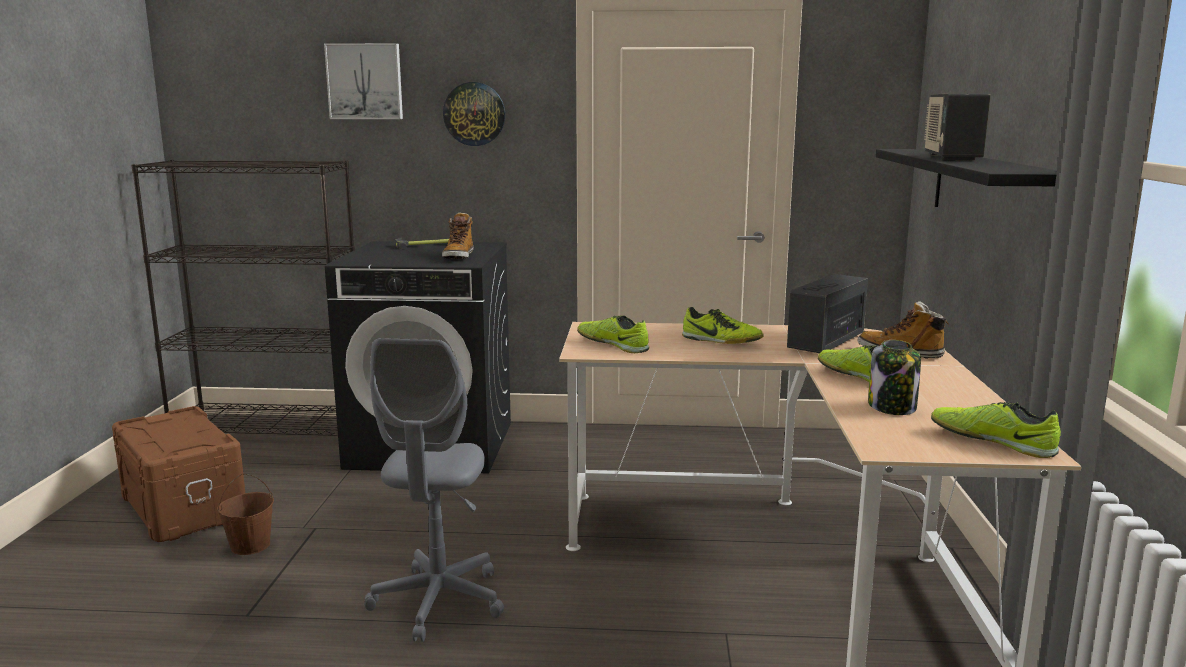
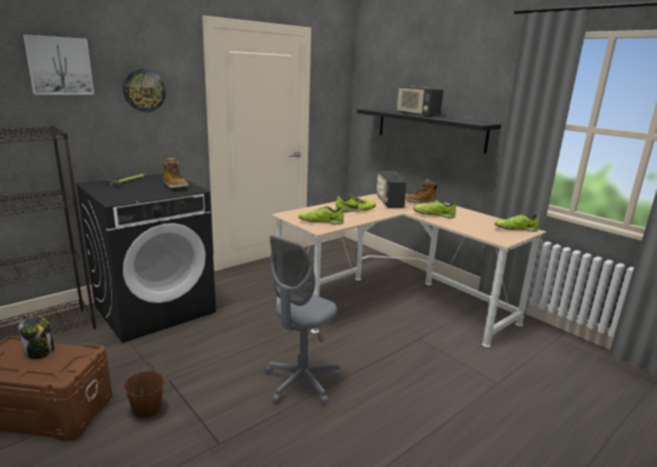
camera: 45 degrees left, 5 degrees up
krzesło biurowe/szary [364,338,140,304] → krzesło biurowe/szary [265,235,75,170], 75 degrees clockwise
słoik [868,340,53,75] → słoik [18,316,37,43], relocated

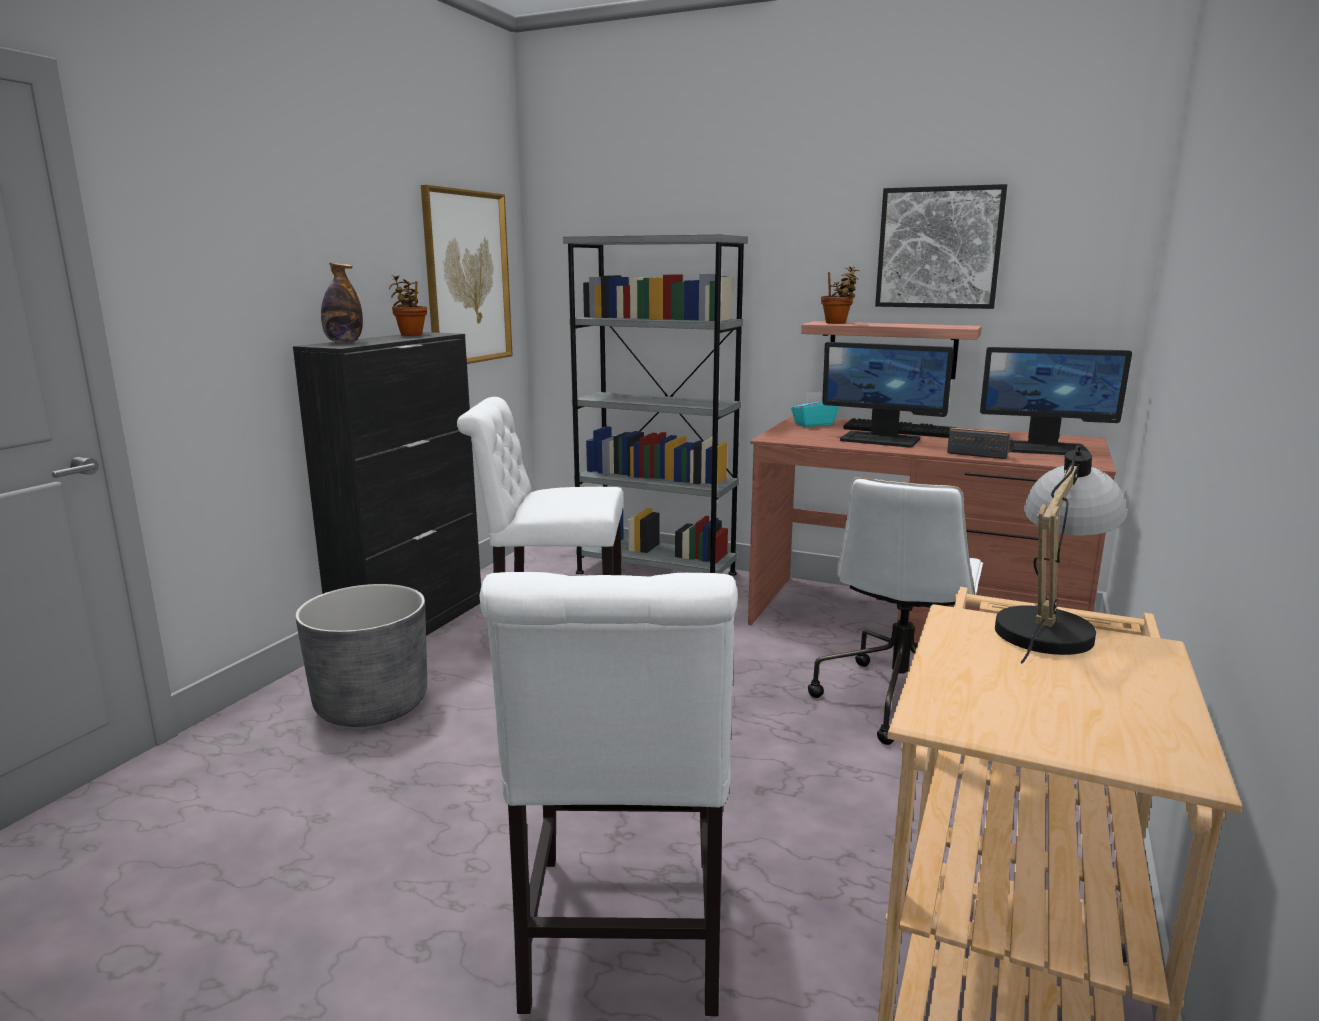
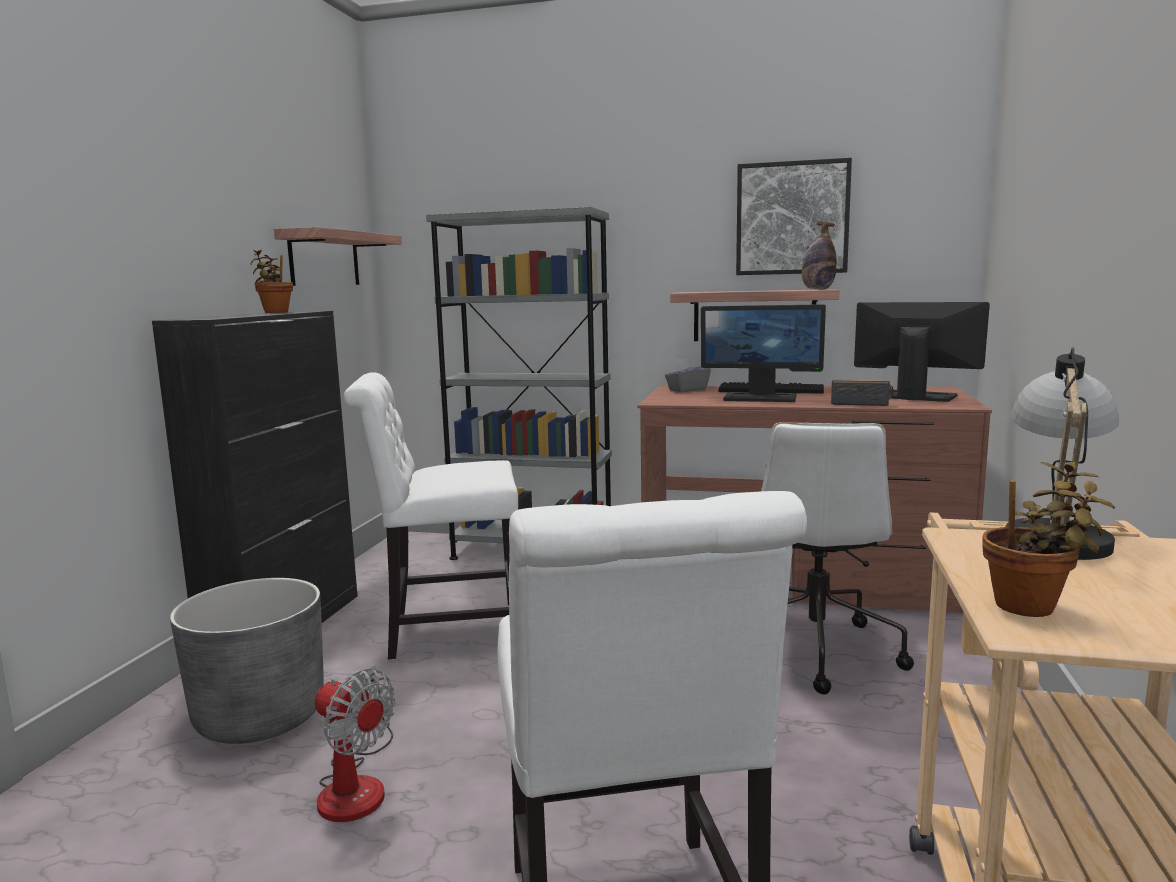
camera: 10 degrees left, 5 degrees down
obraz [421,185,92,179] → półka [274,227,128,59]
butelka [321,263,42,80] → butelka [802,222,35,67], relocated
roślina doniczkowa [821,267,38,57] → roślina doniczkowa [983,462,132,155], relocated
monitor [980,347,152,108] → monitor [854,302,136,100], 150 degrees counterclockwise
pudełko chusteczek/turkusowy [791,392,48,35] → pudełko chusteczek/szary [665,358,46,34]
- → wentylator [315,665,80,157]

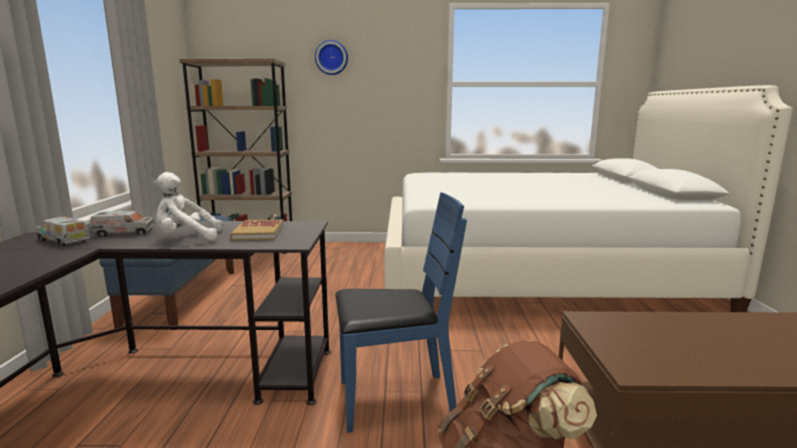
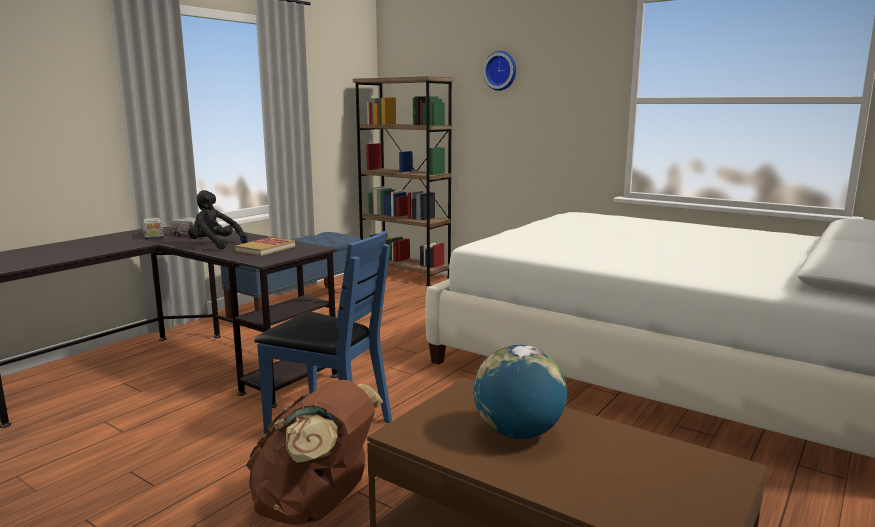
camera: 35 degrees right, 0 degrees up
pluszak/biały [153,172,70,69] → pluszak/czarny [188,190,60,59]
- → globus [474,345,93,94]

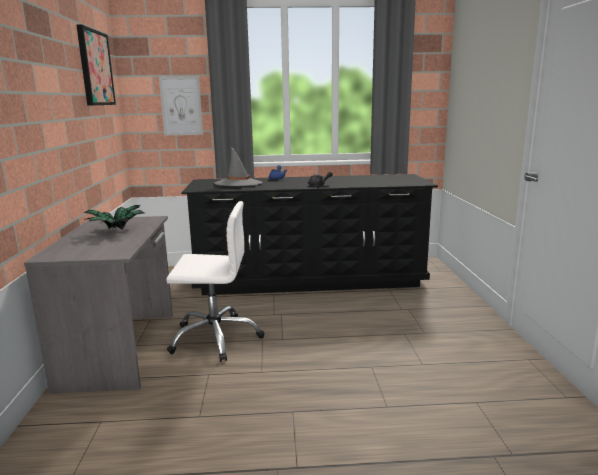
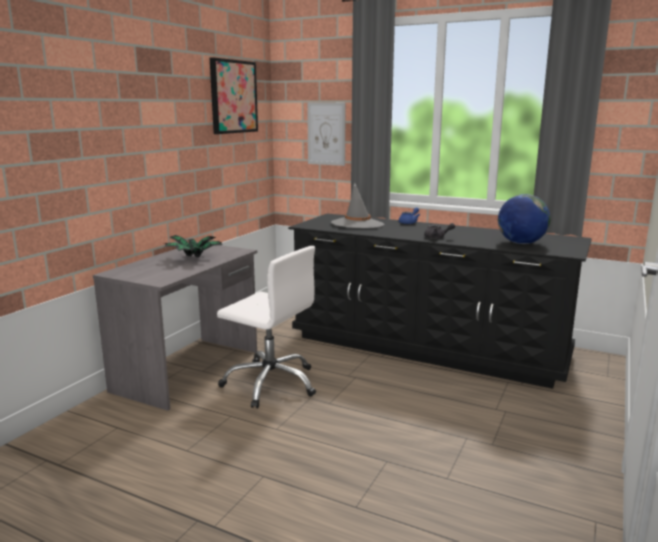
camera: 30 degrees right, 0 degrees up
- → globus [498,194,52,50]

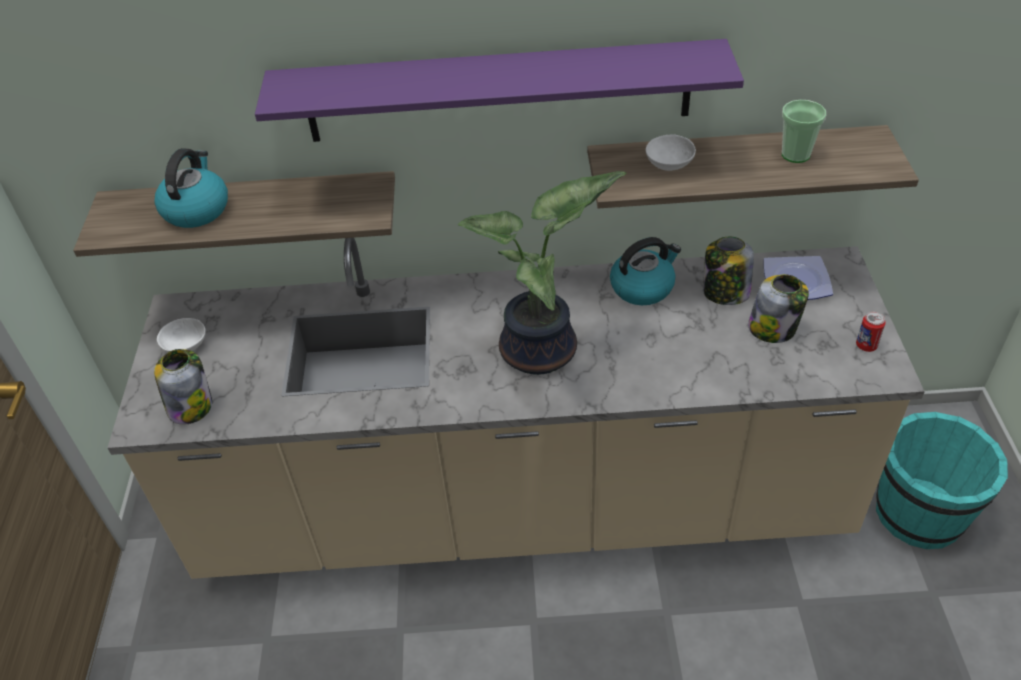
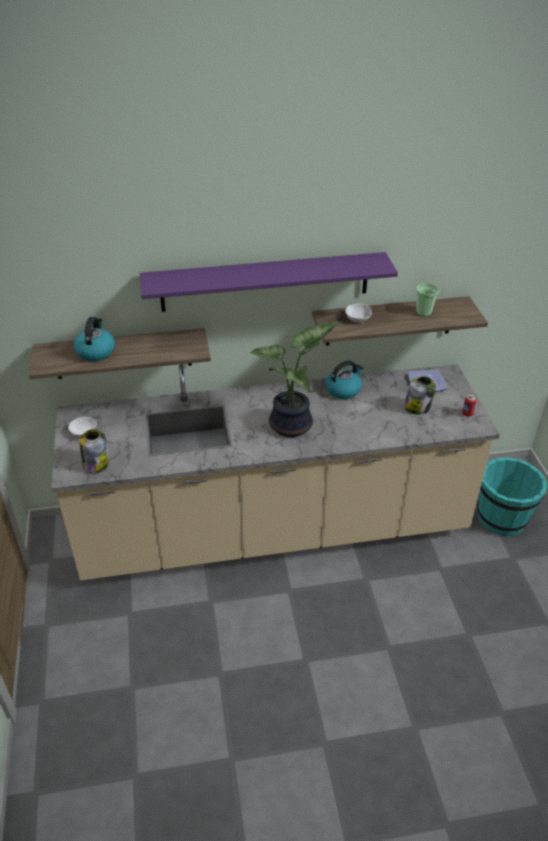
camera: 10 degrees left, 5 degrees down
słoik [703,237,51,68] → -

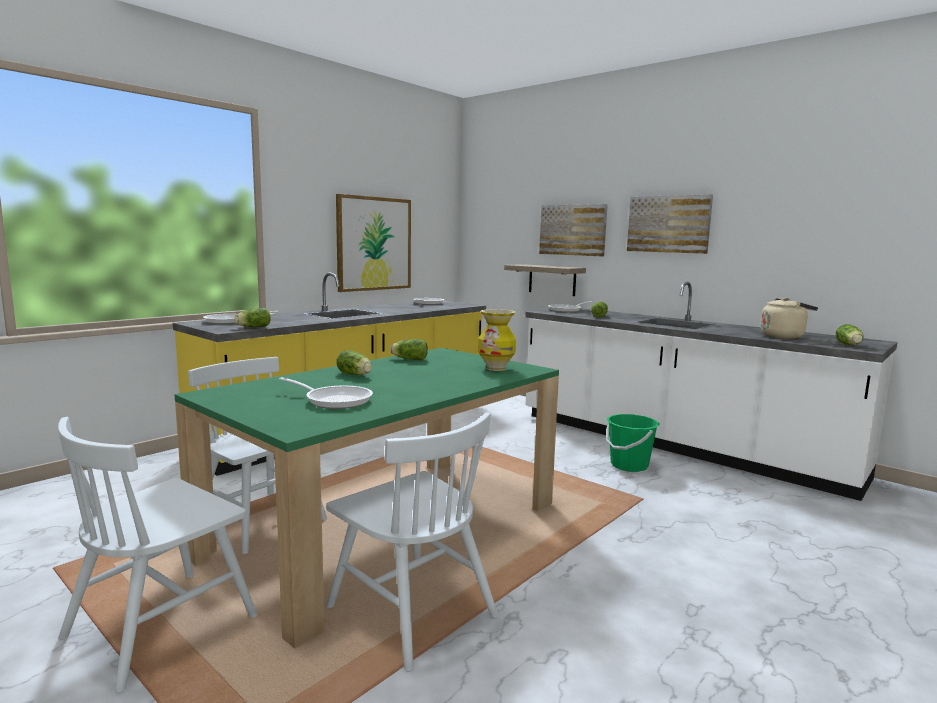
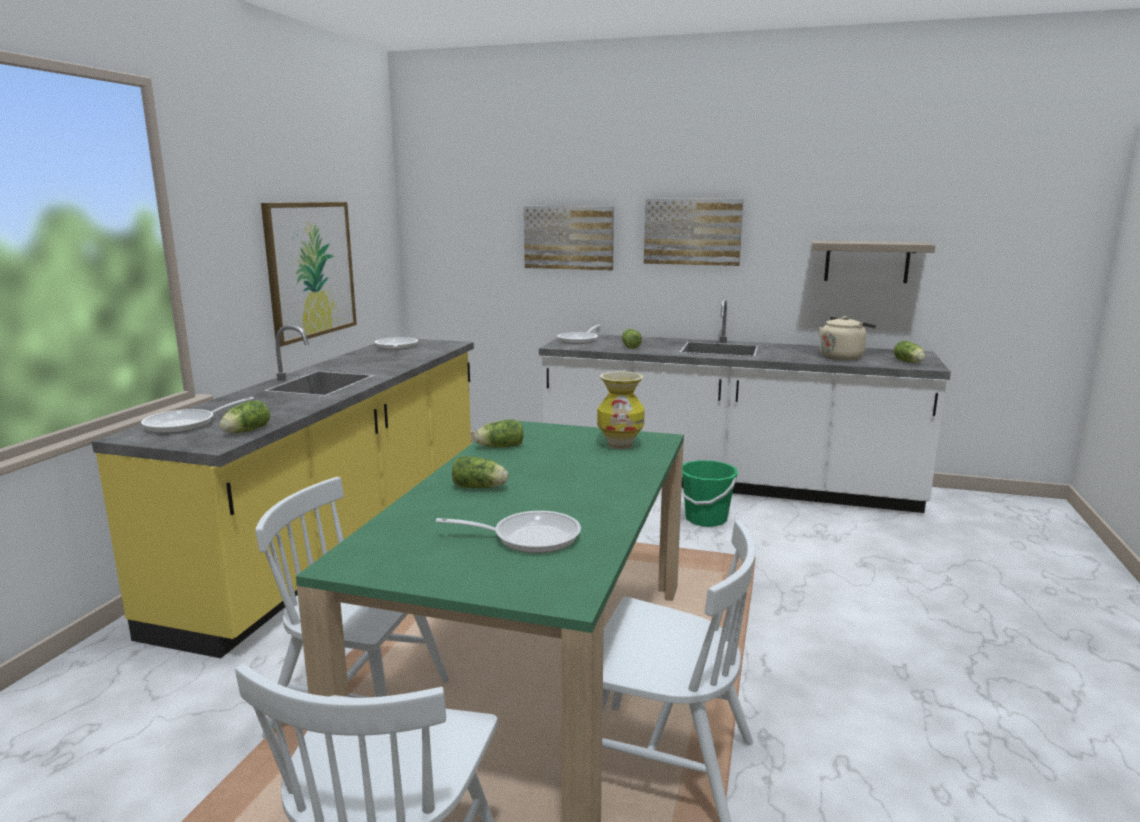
camera: 25 degrees left, 5 degrees up
półka [504,264,82,32] → półka [812,241,123,42], relocated

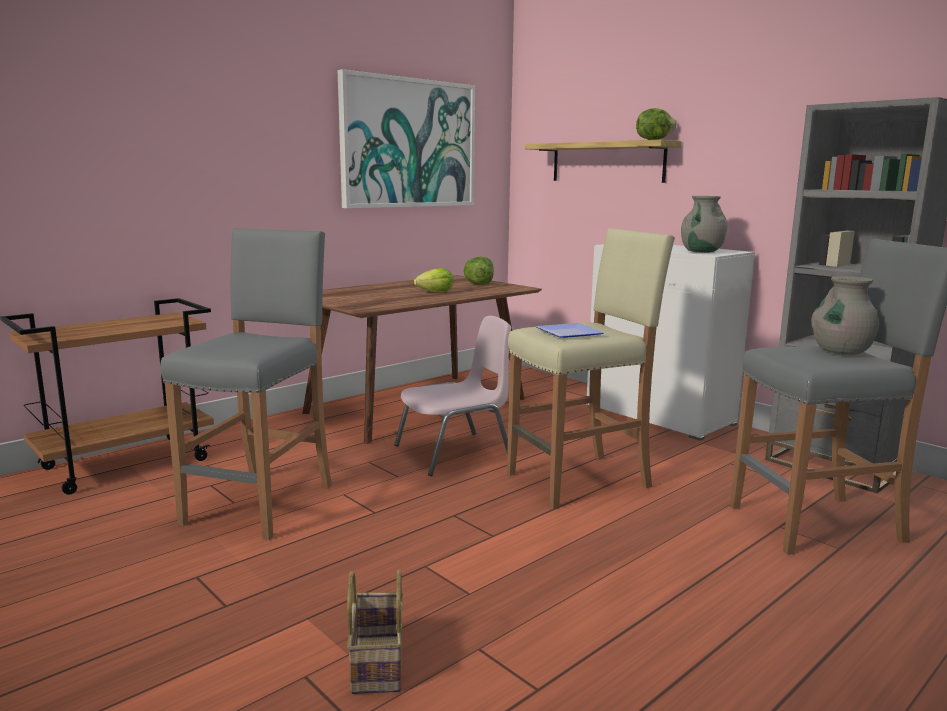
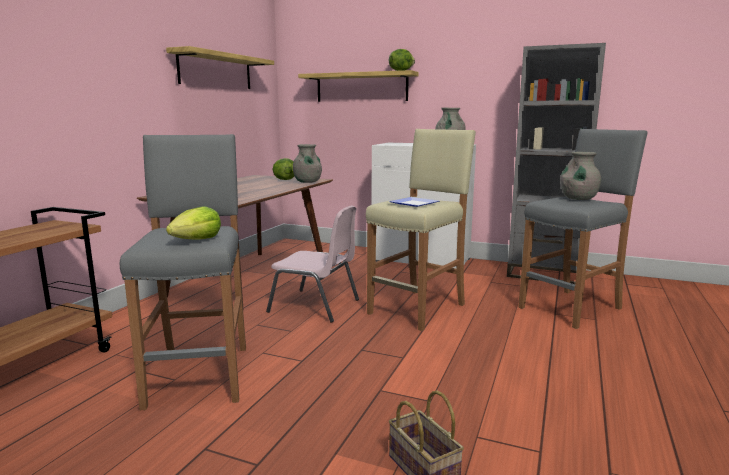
camera: 25 degrees left, 0 degrees up
obraz [338,69,137,139] → półka [166,46,108,43]
sałata [414,268,39,24] → sałata [166,206,55,34], relocated
krzesło/różowy [394,316,117,160] → krzesło/różowy [266,206,93,116], 75 degrees clockwise
- → wazon/szary [293,144,29,39]

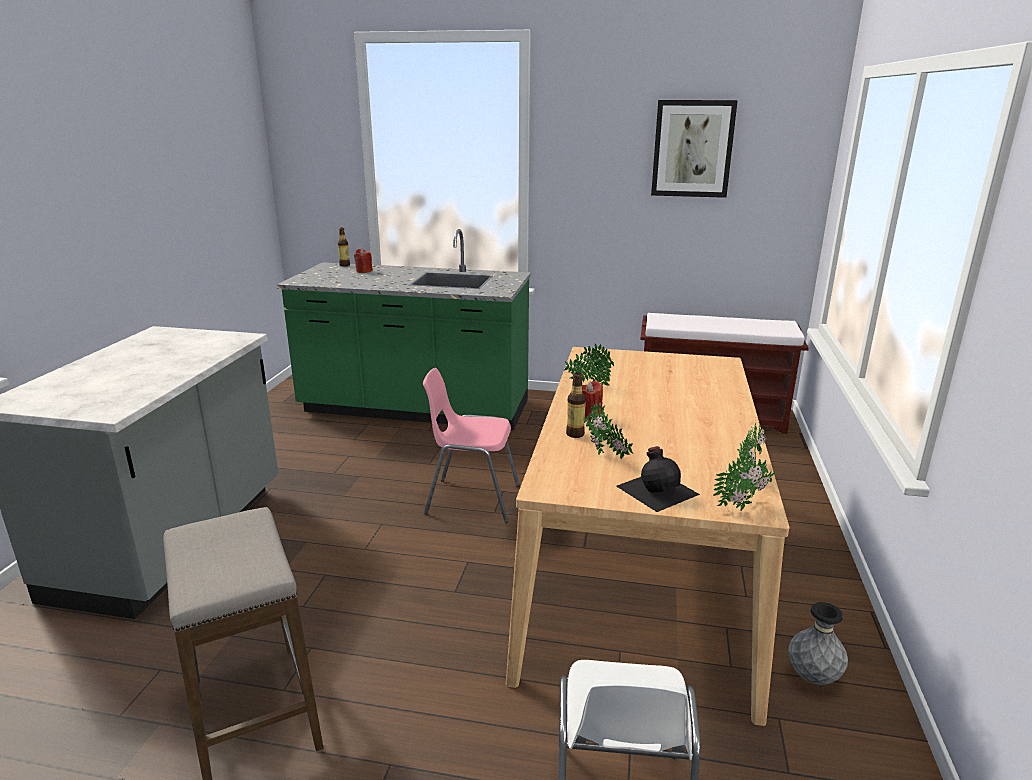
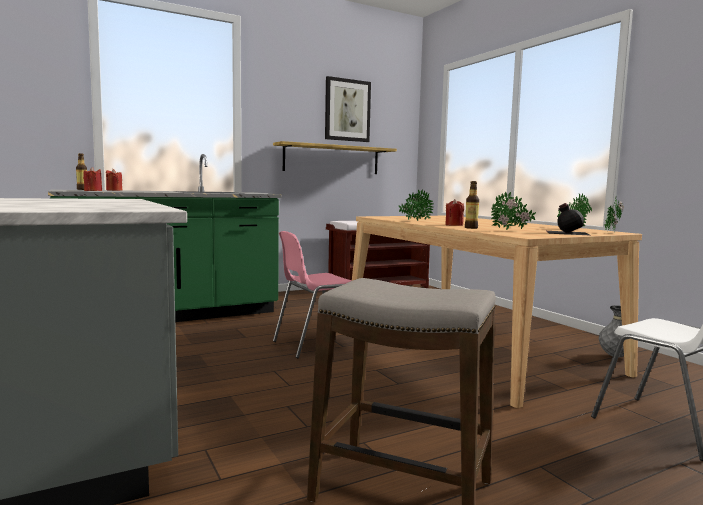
camera: 40 degrees left, 15 degrees down
- → półka [273,141,124,33]
- → świeca/czerwony [83,167,19,24]

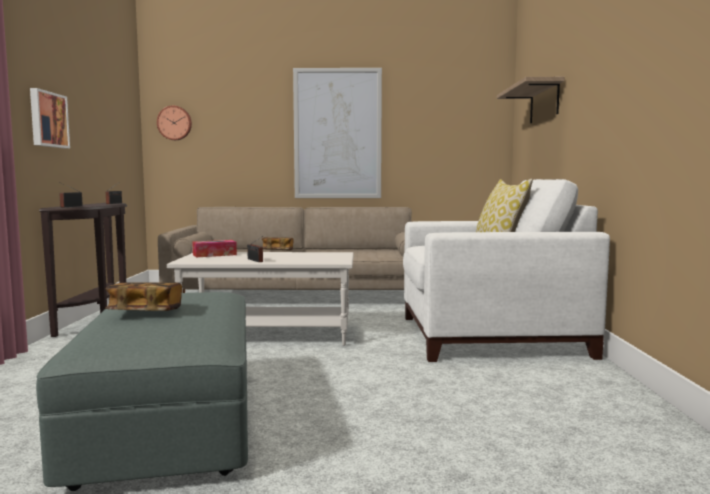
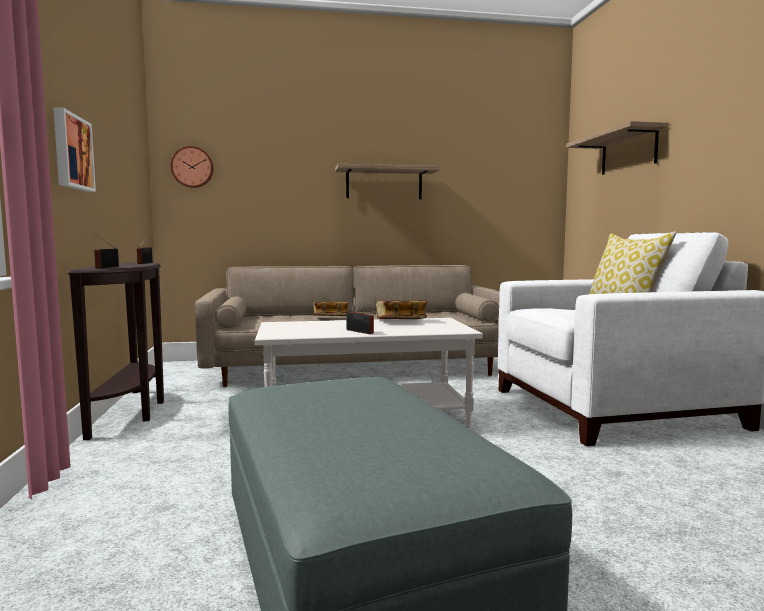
camera: 10 degrees left, 0 degrees up
obraz [293,68,89,130] → półka [335,164,106,35]
pudełko chusteczek [192,240,45,18] → -
książka [105,282,77,29] → książka [376,300,51,19], relocated

